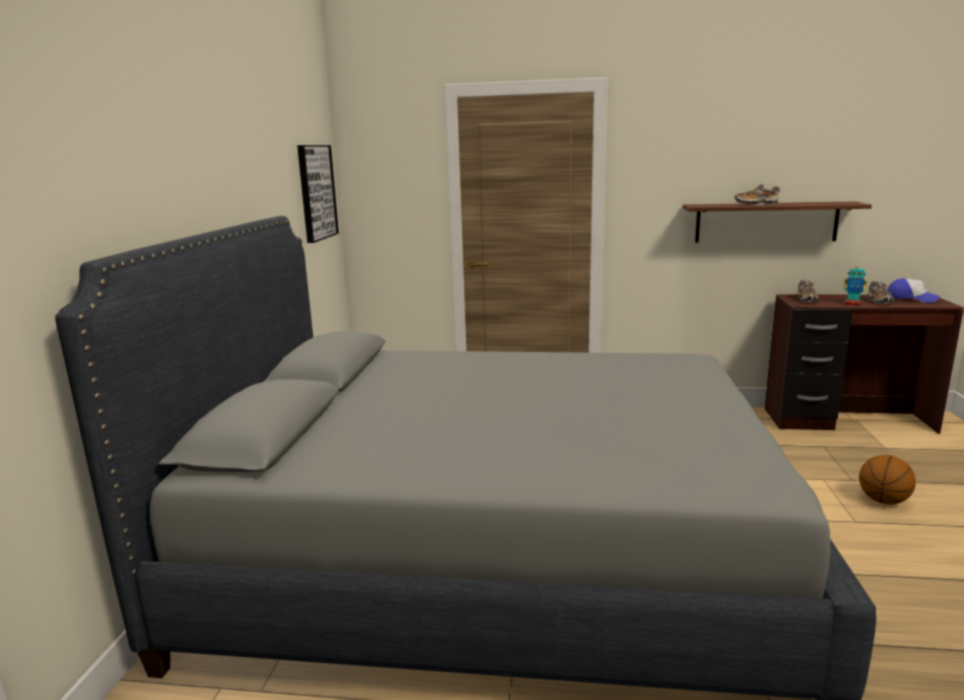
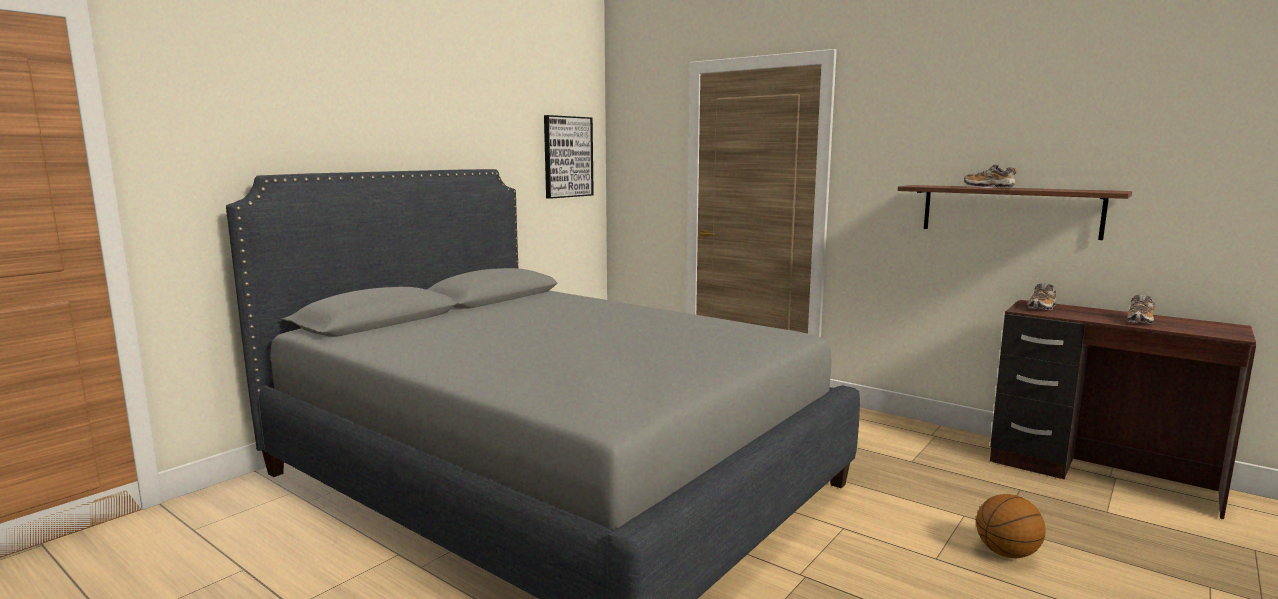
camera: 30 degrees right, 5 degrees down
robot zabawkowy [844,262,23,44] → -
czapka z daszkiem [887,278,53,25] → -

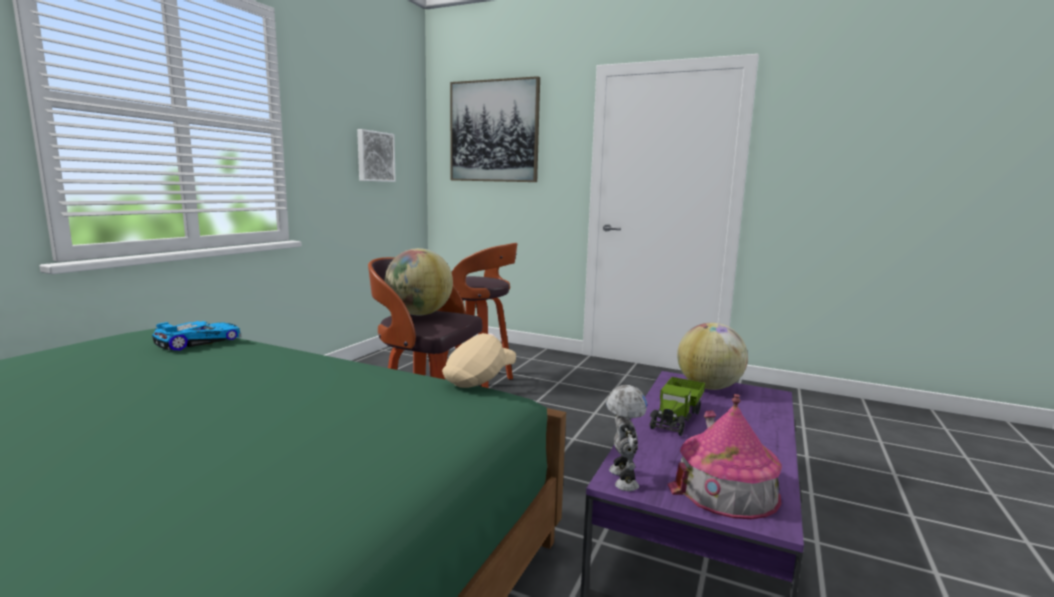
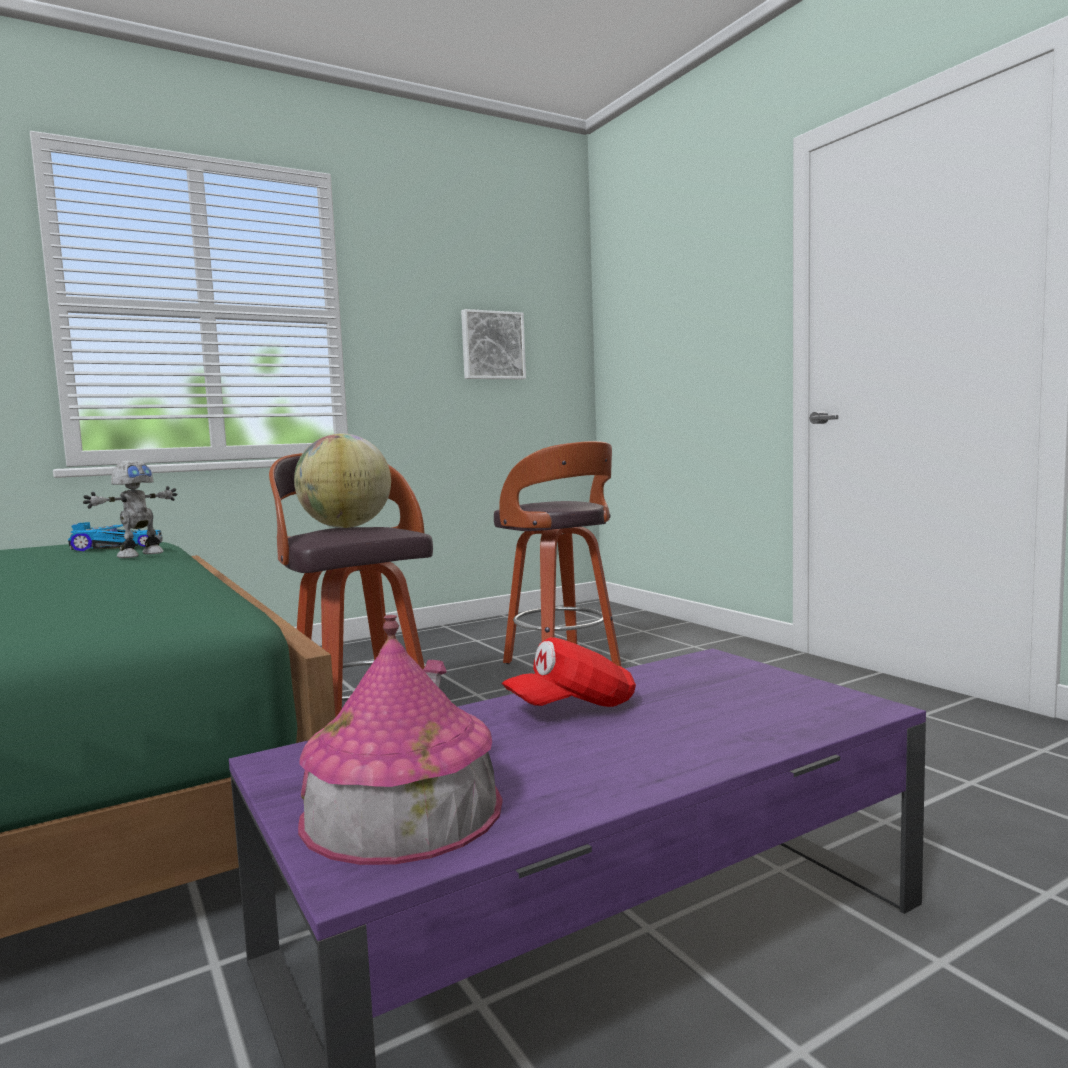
camera: 35 degrees right, 5 degrees down
obraz [450,76,90,106] → -
globus [677,323,71,67] → -
czapka z daszkiem/beżowy [442,333,74,55] → -
ciężarówka zabawkowa [650,377,55,59] → czapka z daszkiem/czerwony [502,637,134,70]
robot zabawkowy [606,385,41,106] → robot zabawkowy [83,460,94,98], relocated

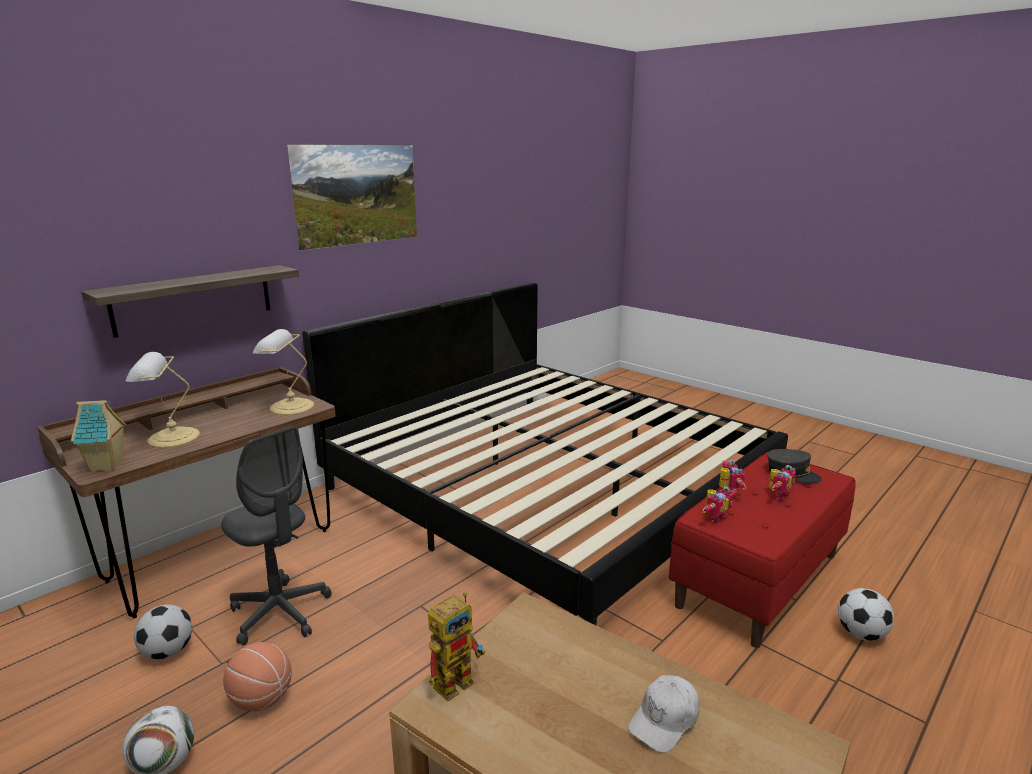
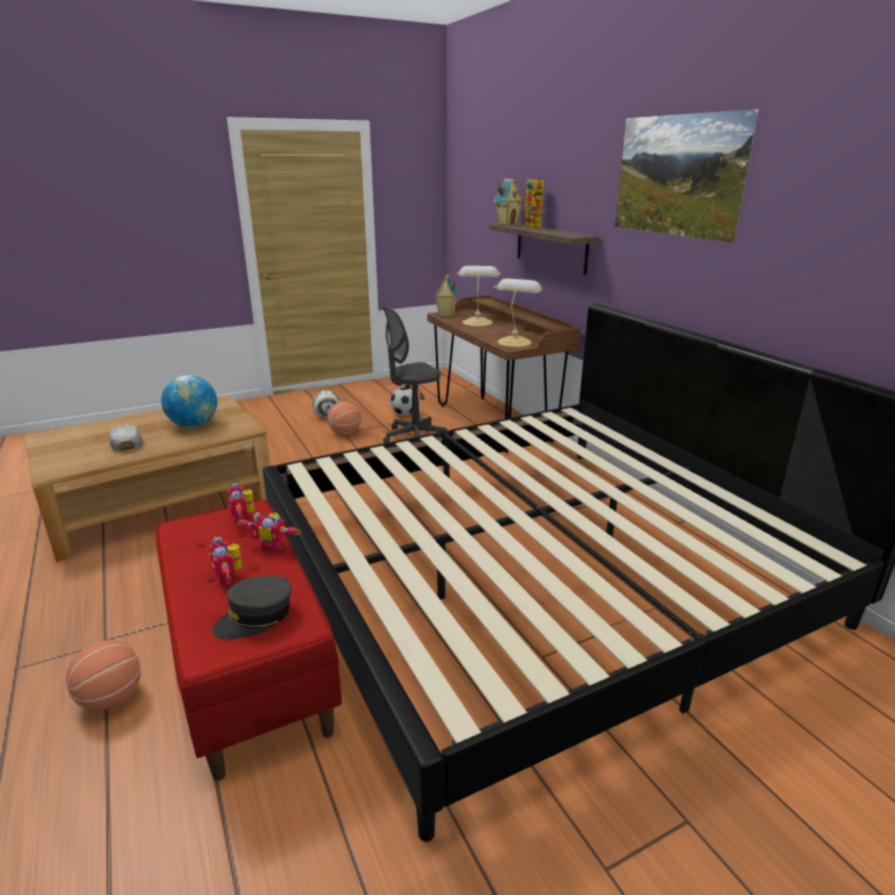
camera: 110 degrees right, 5 degrees up
piłka futbolowa [838,588,56,53] → piłka do koszykówki [66,640,75,71]
robot zabawkowy [428,592,57,109] → robot zabawkowy [523,177,29,51], relocated
- → domek [494,179,30,46]
- → globus [161,375,56,52]

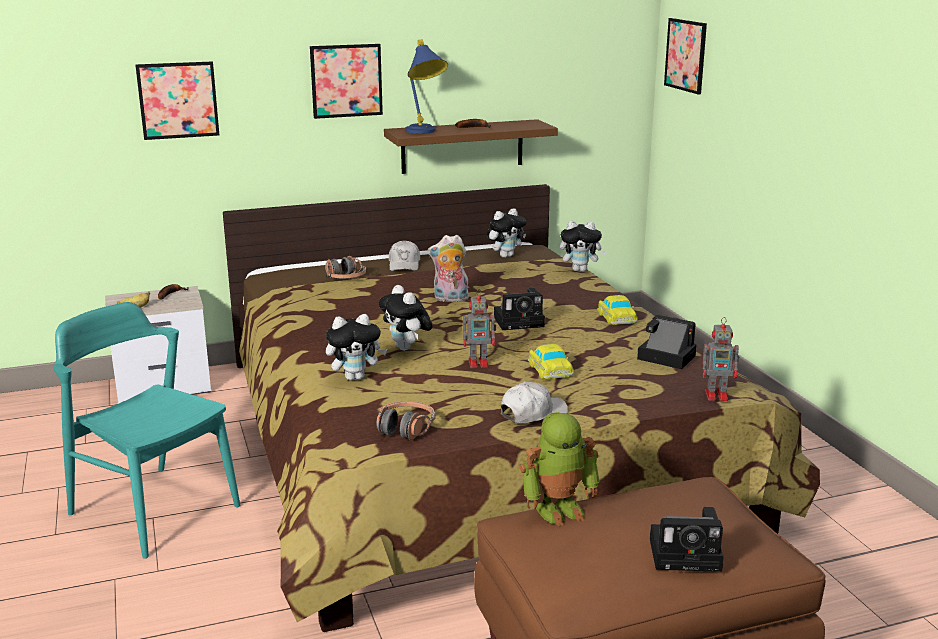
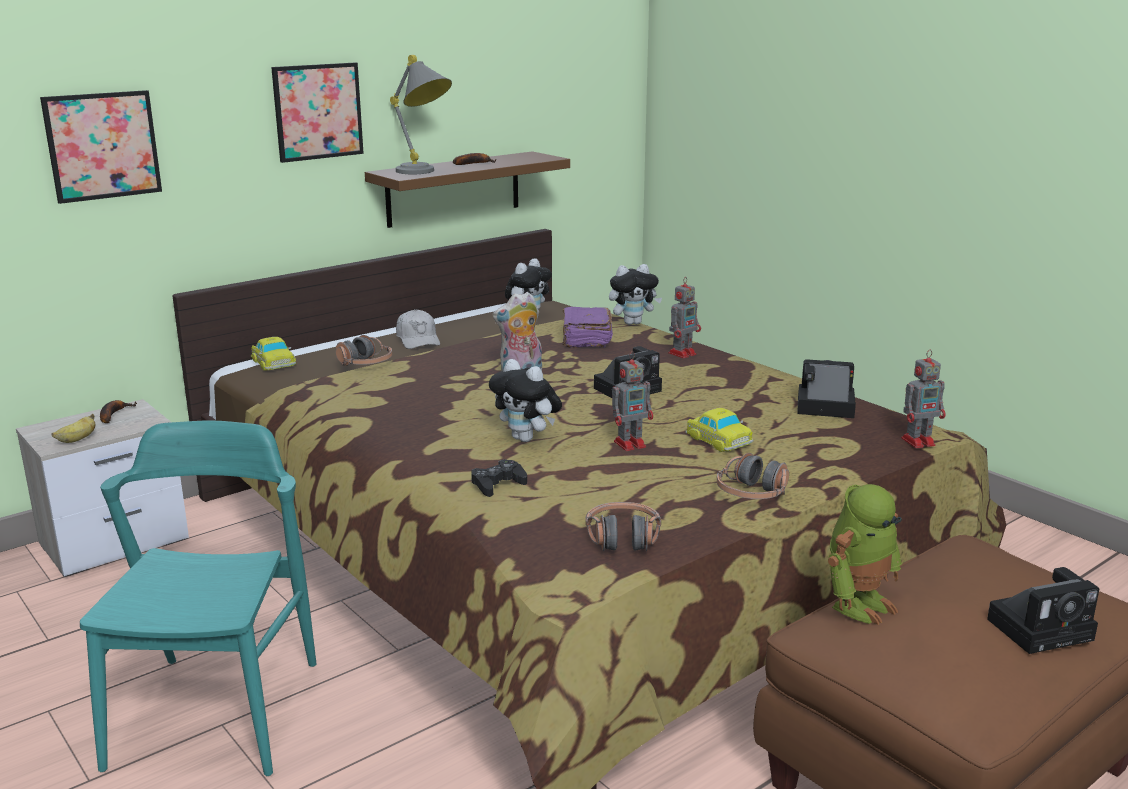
camera: 20 degrees left, 0 degrees up
obraz [664,18,43,77] → -
lampa stołowa/niebieski [405,39,43,95] → lampa stołowa/szary [390,55,62,119]
samochodzik [597,295,41,30] → samochodzik [251,337,45,34], relocated
krzesło/turkusowy [53,302,187,257] → krzesło/turkusowy [80,420,236,357], 75 degrees clockwise
pluszak [326,314,61,67] → pad do gier/czarny [471,459,56,38]
czapka z daszkiem/biały [501,381,67,42] → słuchawki [717,453,72,46]
- → robot zabawkowy [668,278,33,80]
- → książka/fioletowy [563,307,50,41]

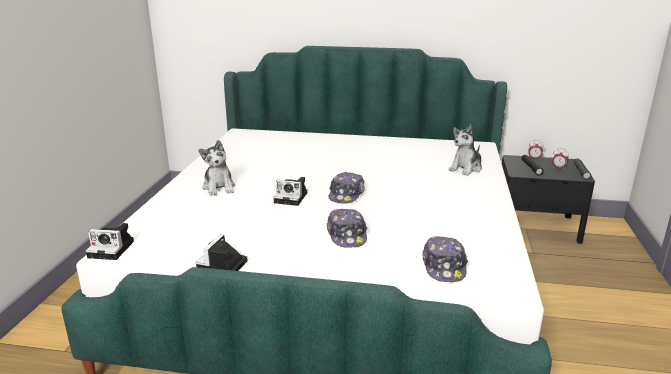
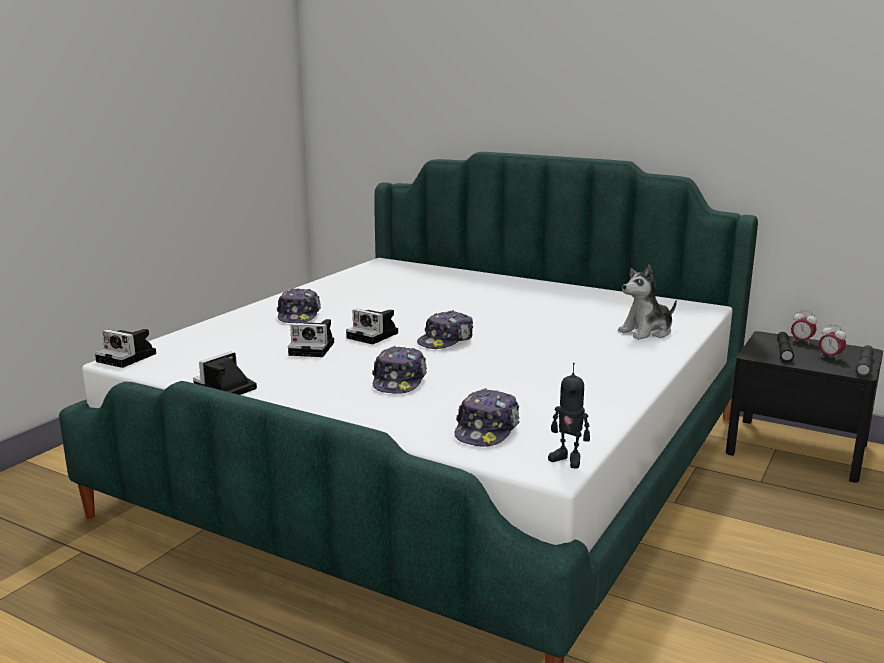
camera: 20 degrees right, 5 degrees down
pluszak [199,140,36,56] → czapka z daszkiem [277,288,44,35]
- → aparat fotograficzny [288,319,46,38]
- → robot zabawkowy [548,363,42,106]

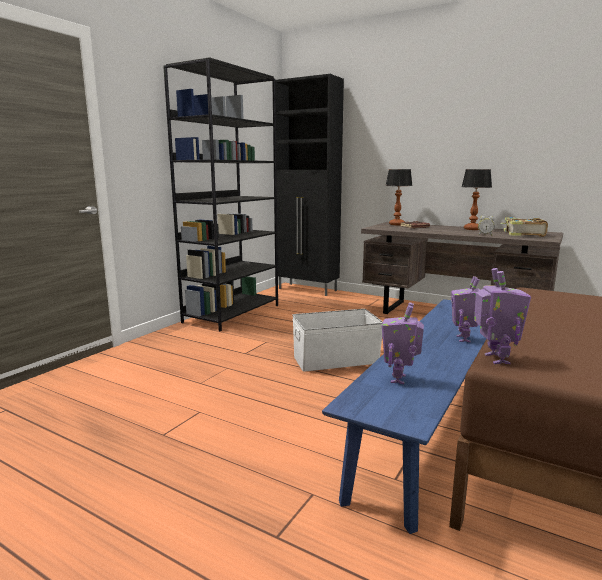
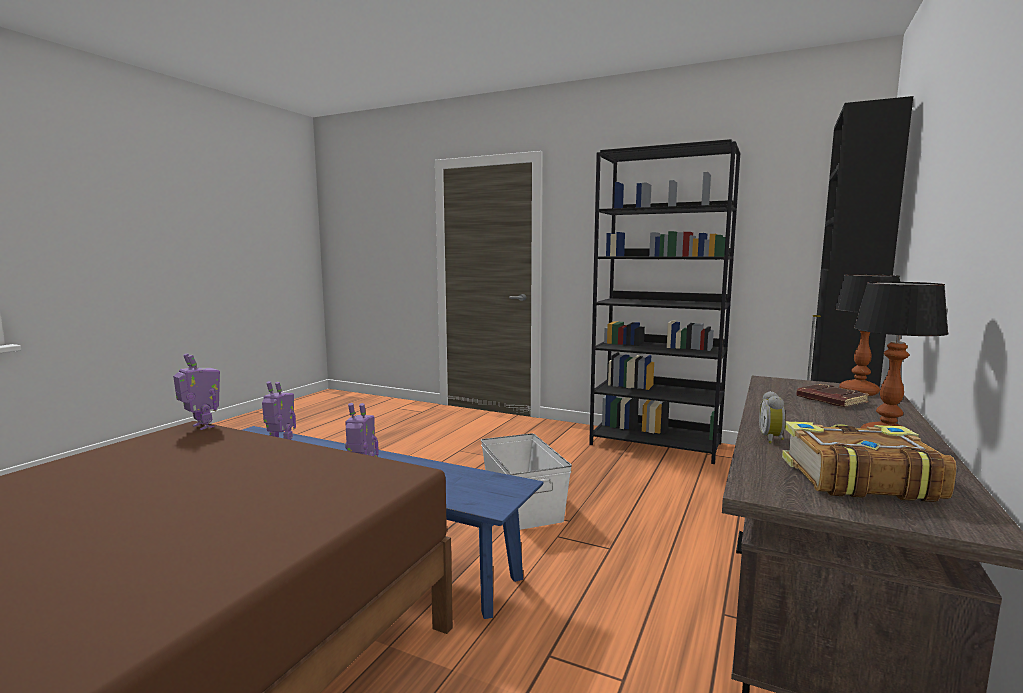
camera: 85 degrees right, 5 degrees down
robot zabawkowy [474,268,57,96] → robot zabawkowy [173,353,47,77], 135 degrees counterclockwise

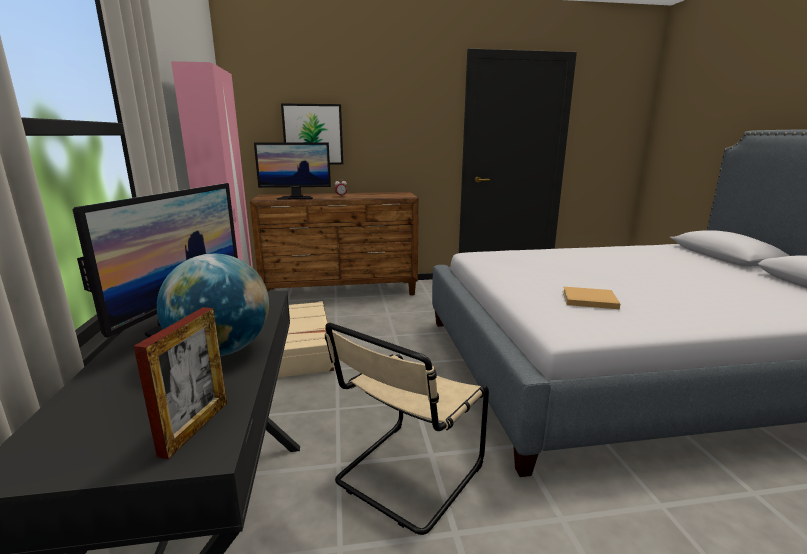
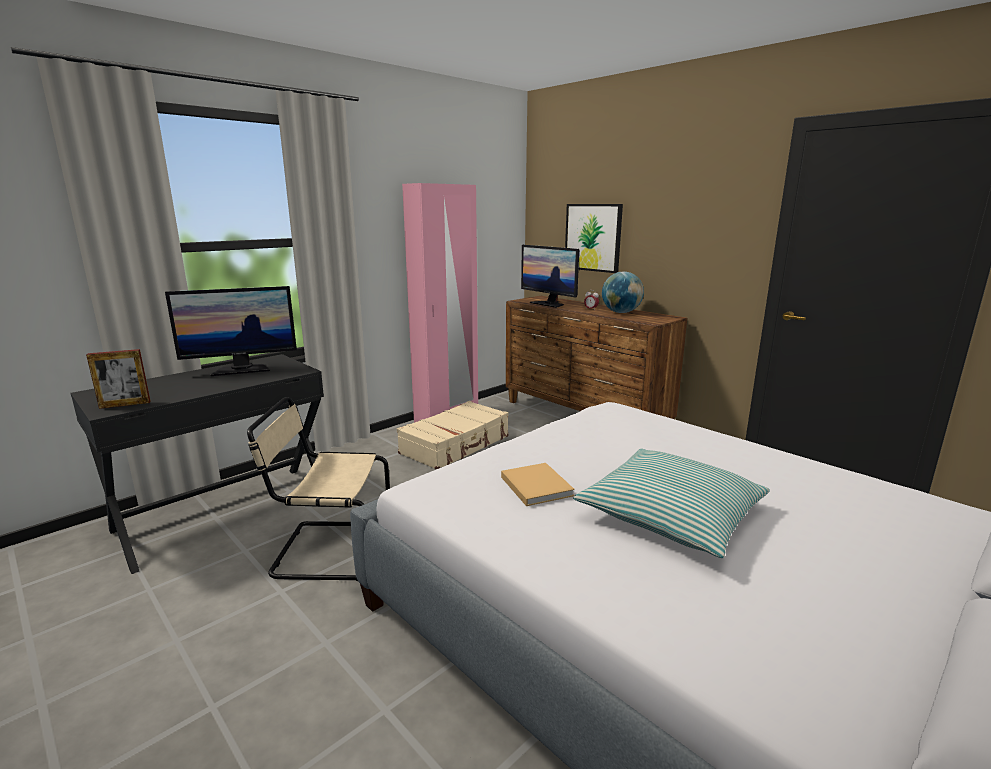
camera: 55 degrees right, 0 degrees up
globus [157,254,112,102] → globus [602,271,42,42], relocated
- → poduszka [573,449,197,109]

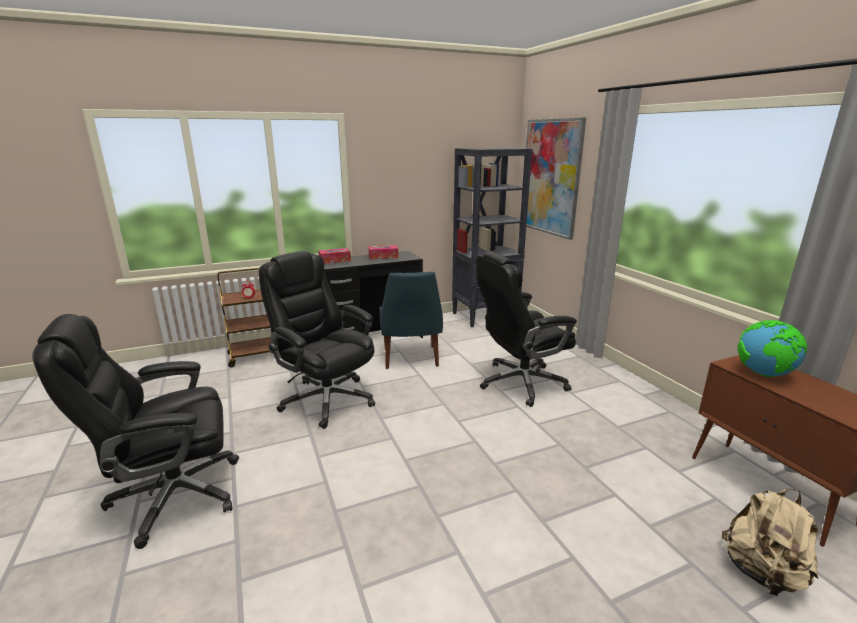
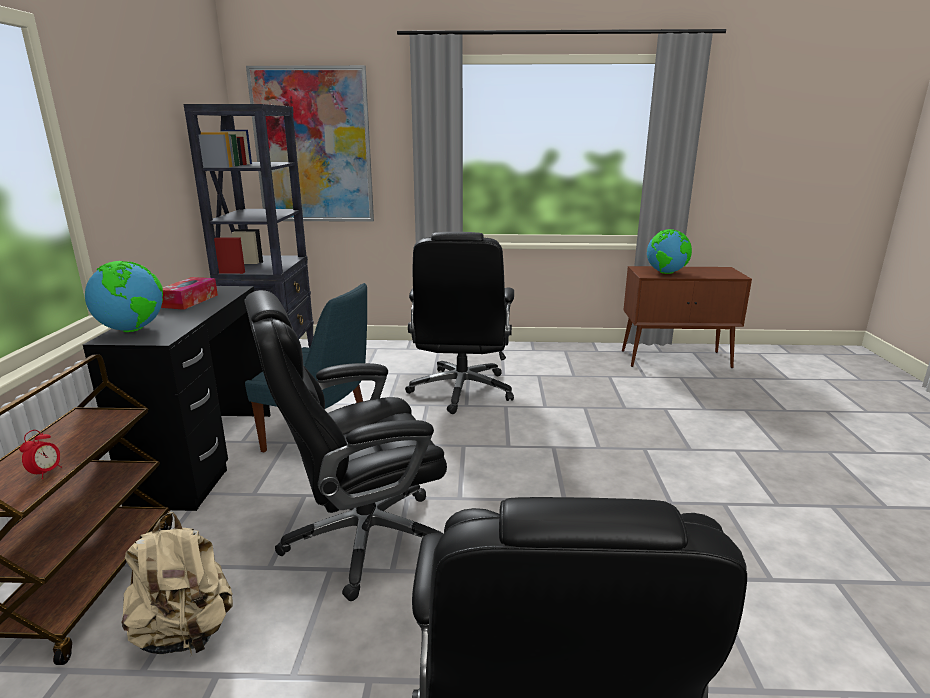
camera: 65 degrees left, 0 degrees up
pudełko chusteczek [318,248,33,16] → globus [85,261,78,71]
plecak/beżowy [722,488,96,108] → plecak/beżowy [121,512,112,145], relocated

